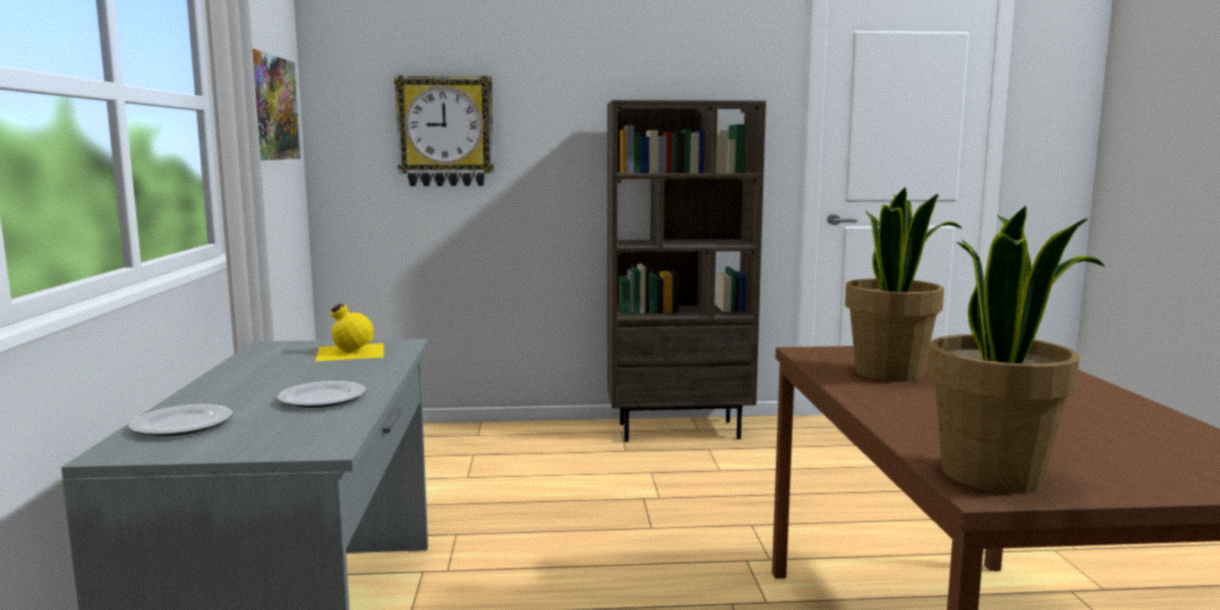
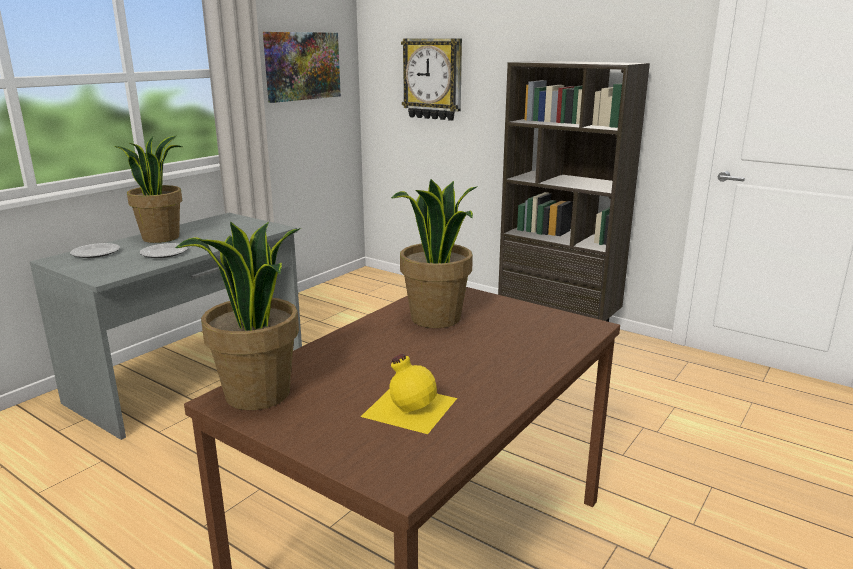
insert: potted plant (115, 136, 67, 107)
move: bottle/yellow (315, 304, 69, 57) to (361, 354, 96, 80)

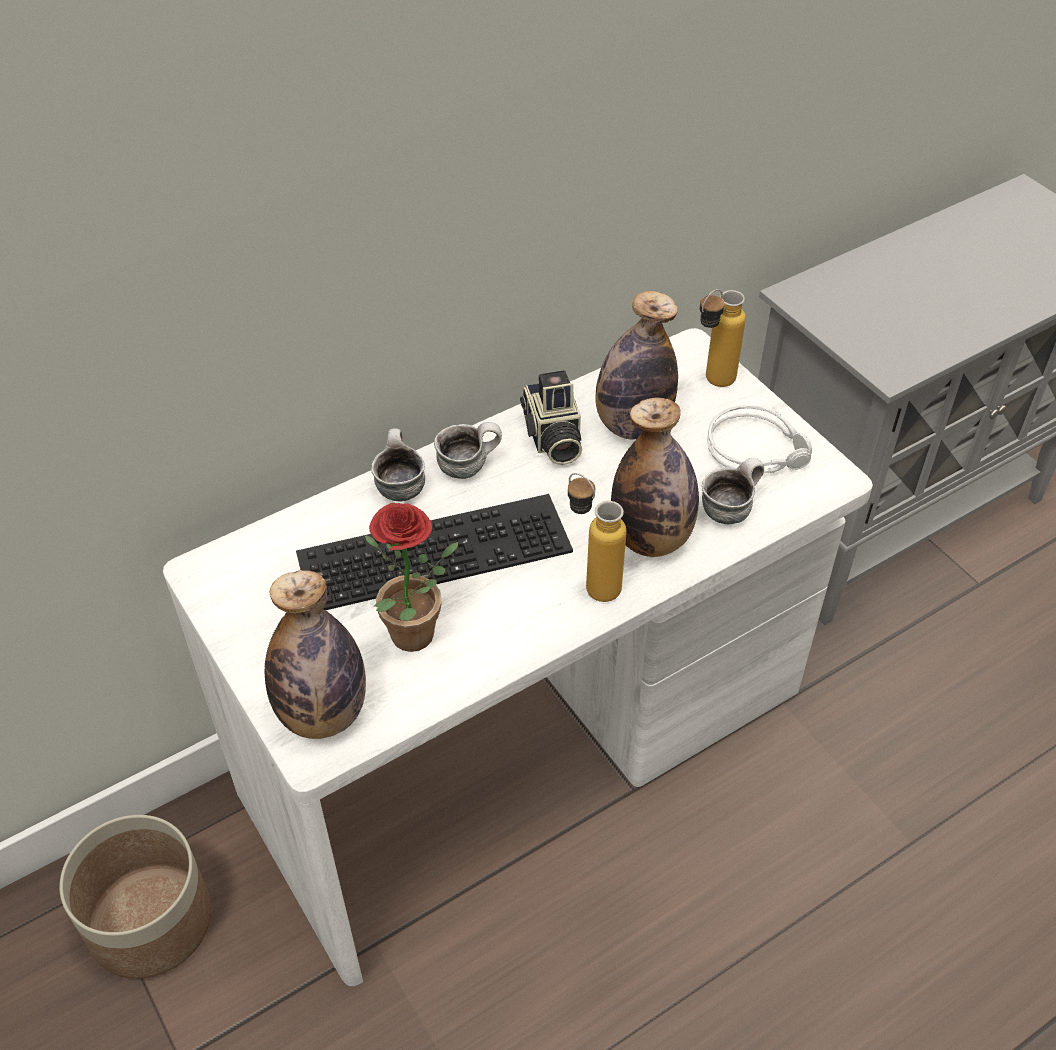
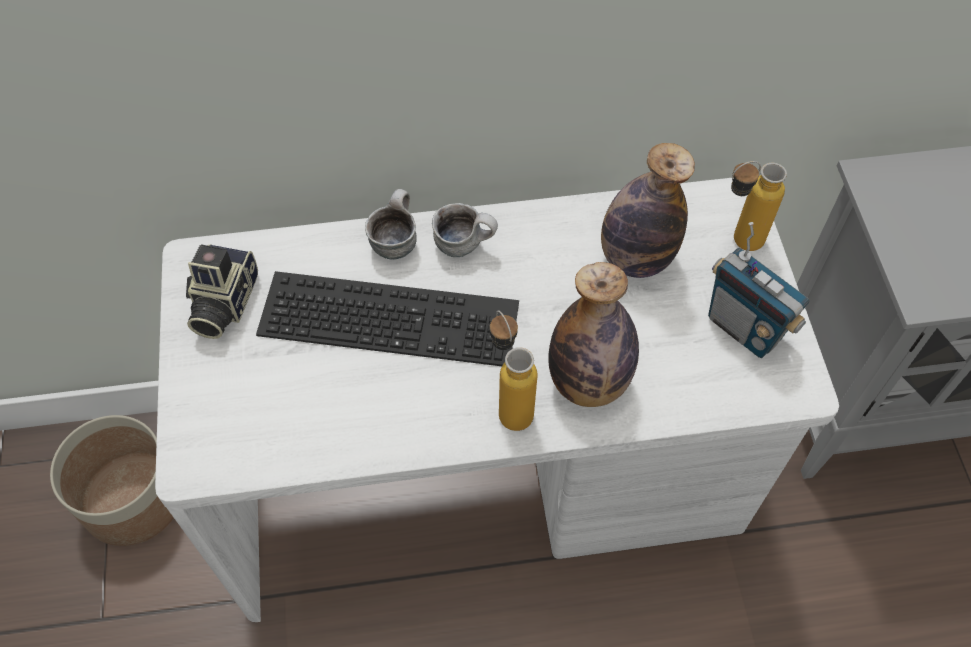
delete: bottle (264, 570, 102, 169); potted plant (364, 503, 94, 149); mug (702, 458, 62, 66)
move: photo camera (520, 370, 62, 95) to (186, 244, 72, 95)
replace: headphones/grey (707, 405, 105, 69) to radio (708, 222, 101, 136)

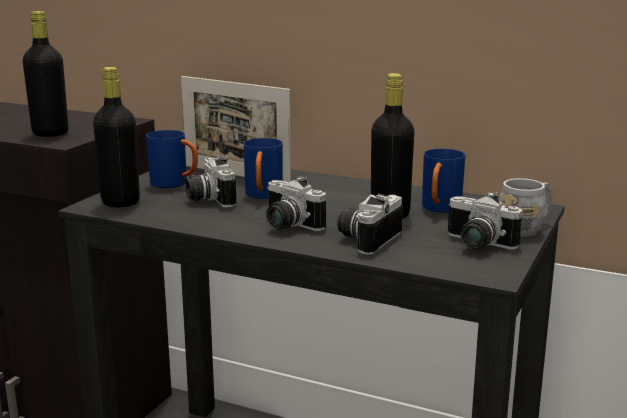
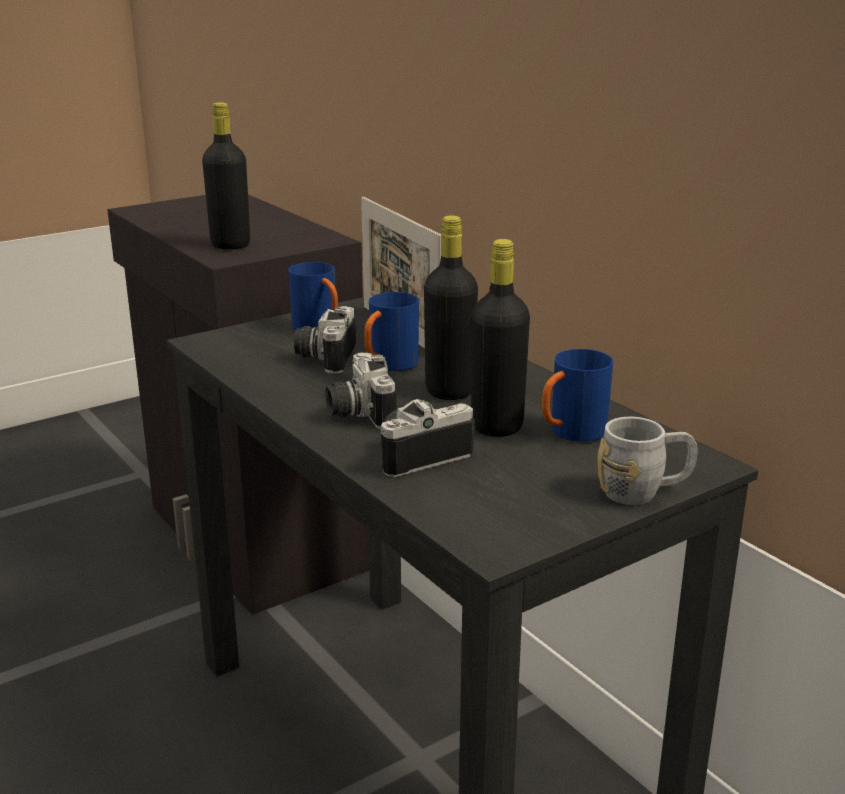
delete: photo camera (448, 191, 75, 59)
move: bottle/black (93, 67, 47, 140) to (424, 215, 54, 185)

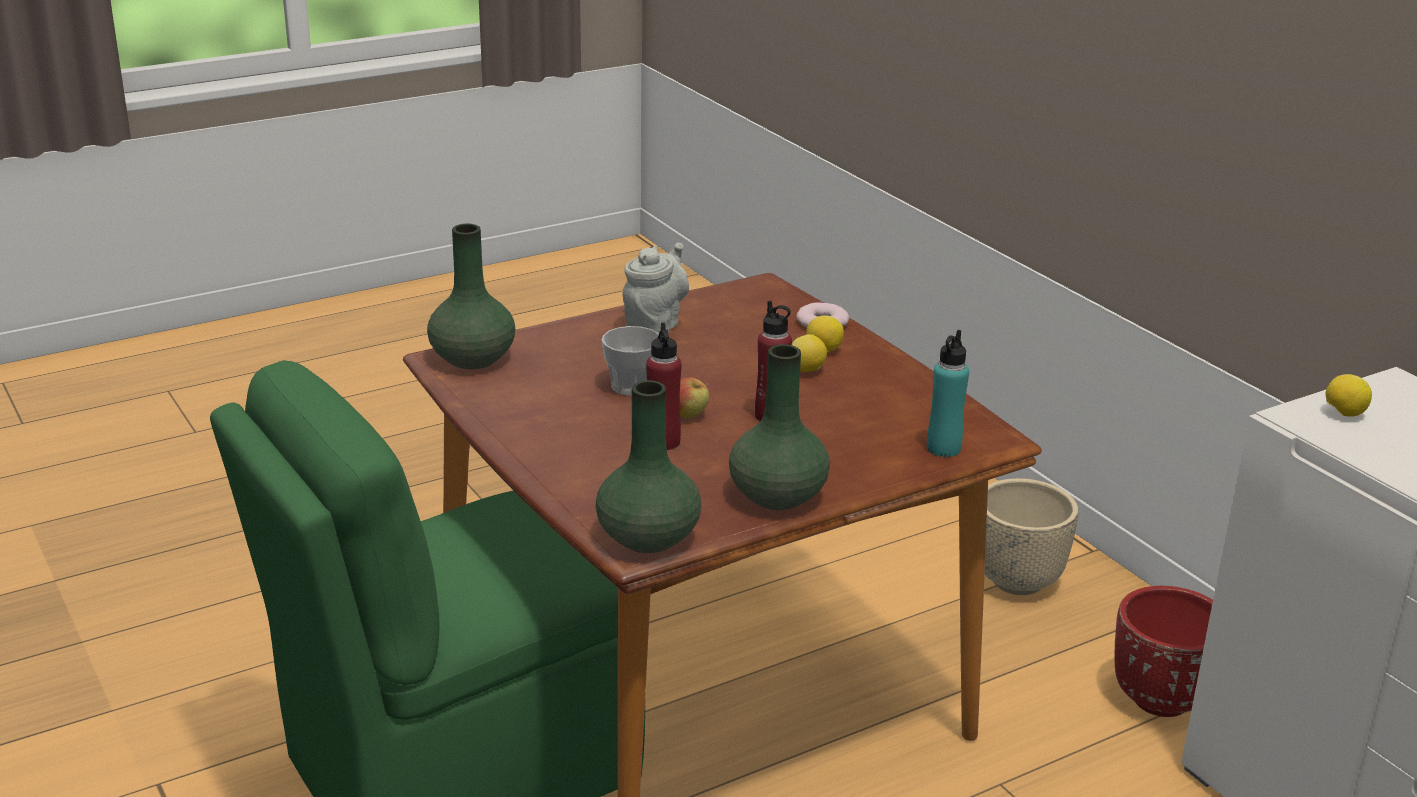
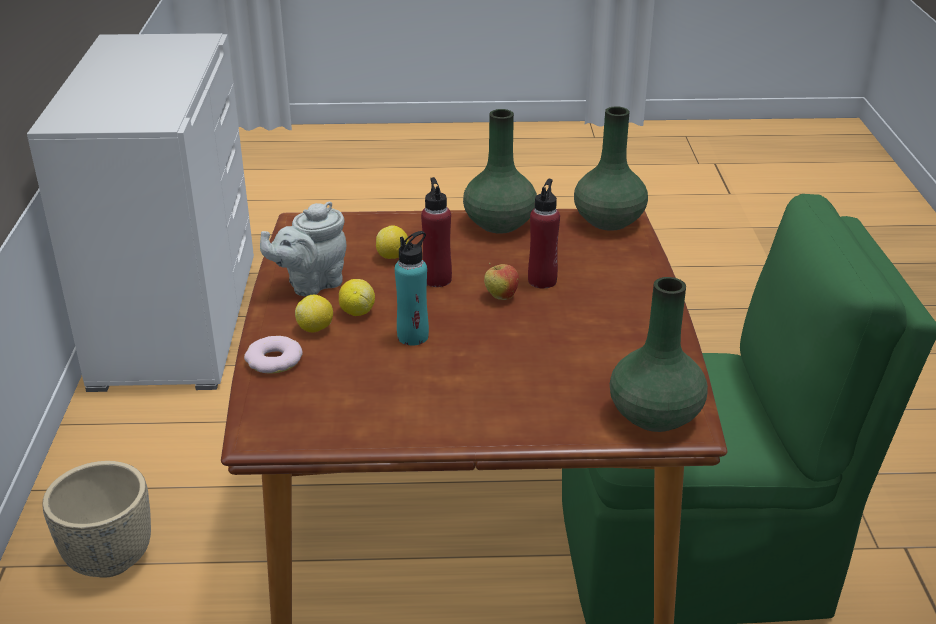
delete: cup (602, 326, 57, 70); planter/red (1114, 586, 99, 131)
move: teapot/grey (622, 243, 67, 91) to (260, 201, 86, 95); lemon (1326, 374, 46, 43) to (376, 225, 33, 34); bottle/turquoise (927, 330, 42, 127) to (395, 231, 34, 115)

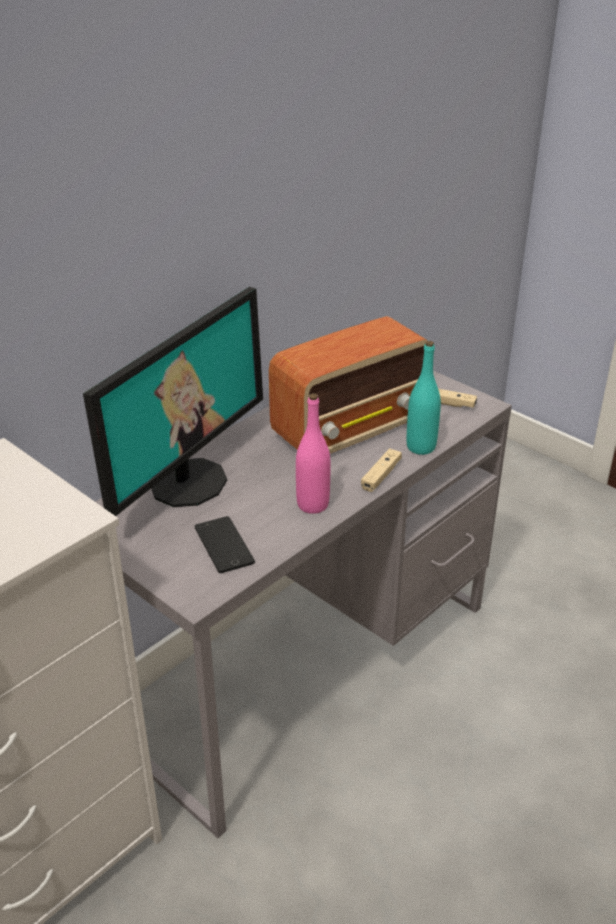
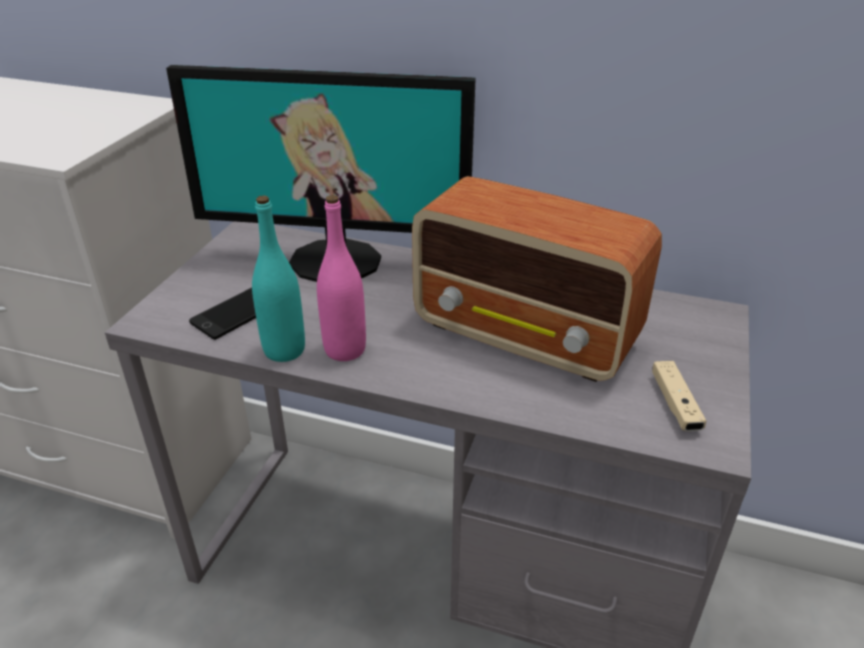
delete: game controller/beige (361, 448, 41, 44)
move: bottle/turquoise (407, 341, 34, 114) to (252, 196, 53, 166)

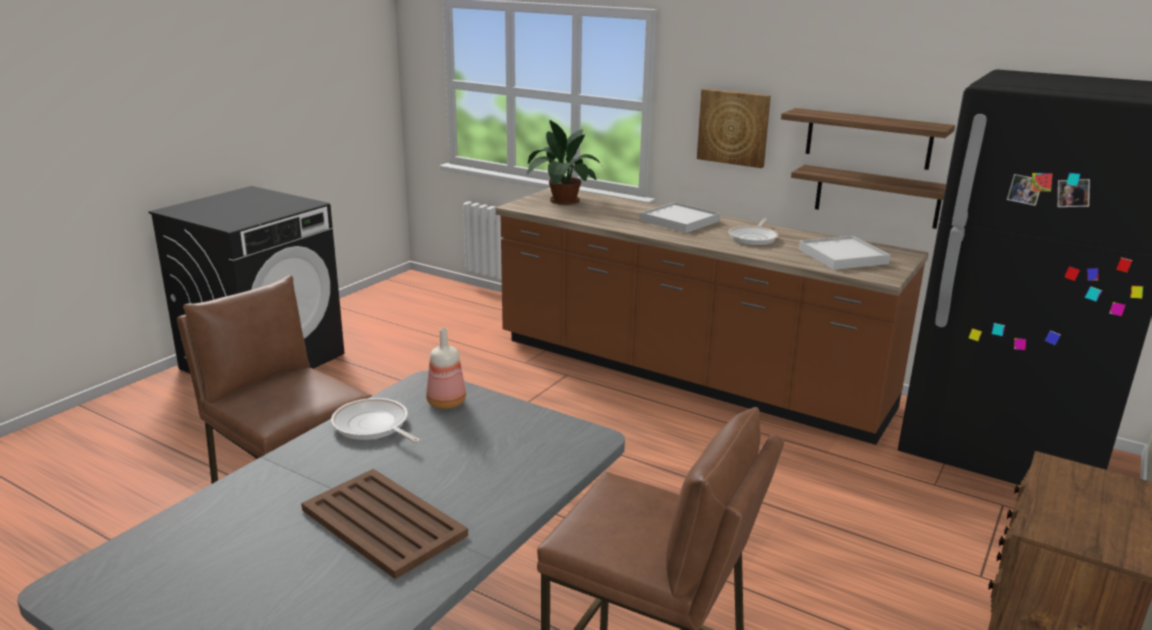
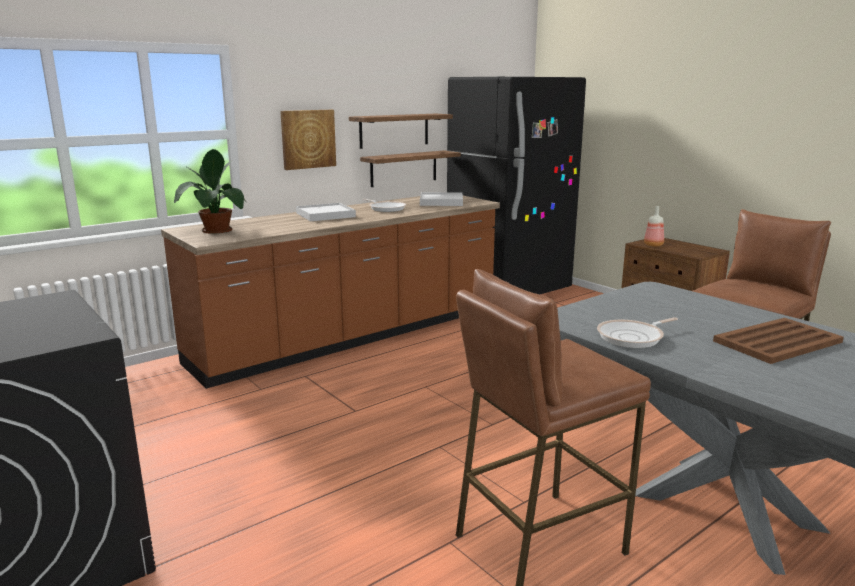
move: bottle (426, 328, 40, 81) to (644, 206, 20, 41)

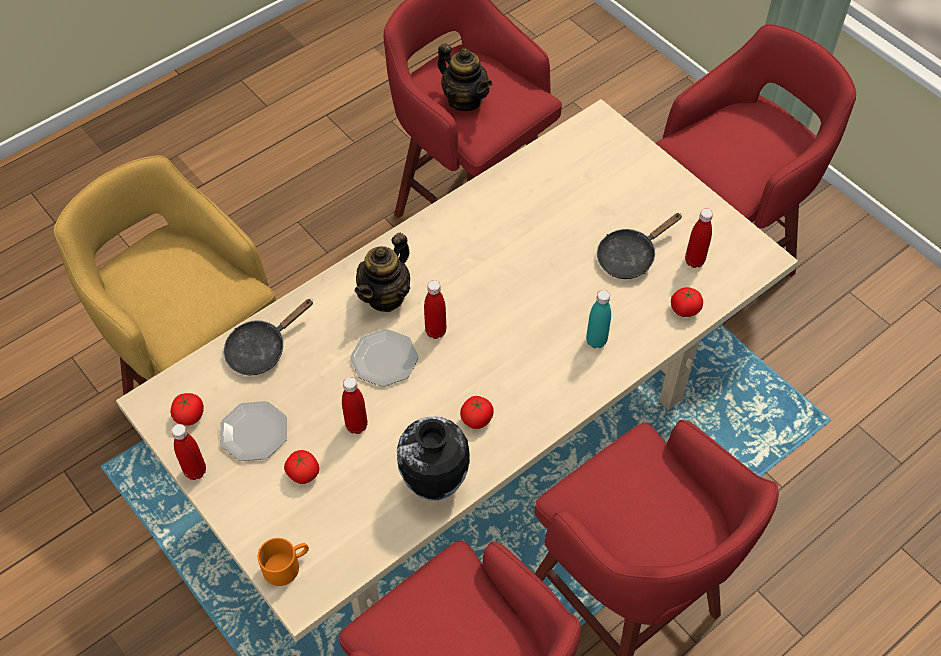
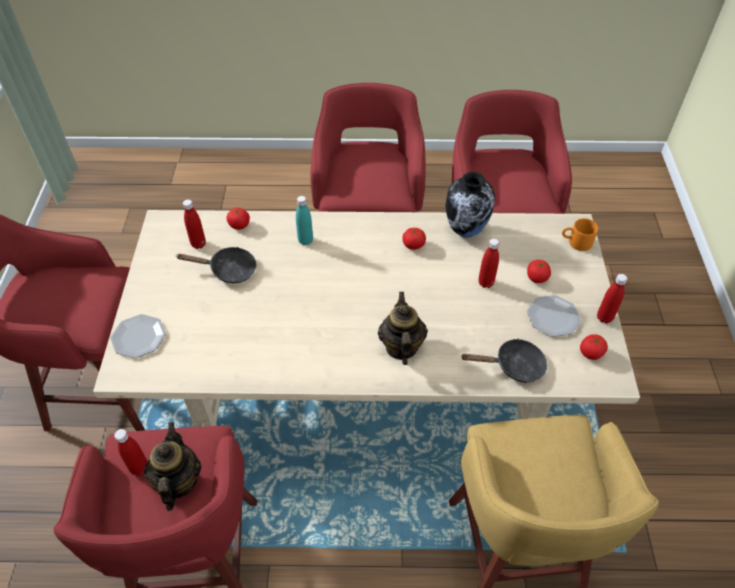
move: plate (350, 329, 68, 58) to (111, 314, 55, 44); bottle/red (424, 280, 22, 59) to (114, 429, 34, 47)
rotate: teapot (355, 233, 55, 79) = (378, 292, 50, 73) 75 degrees counterclockwise

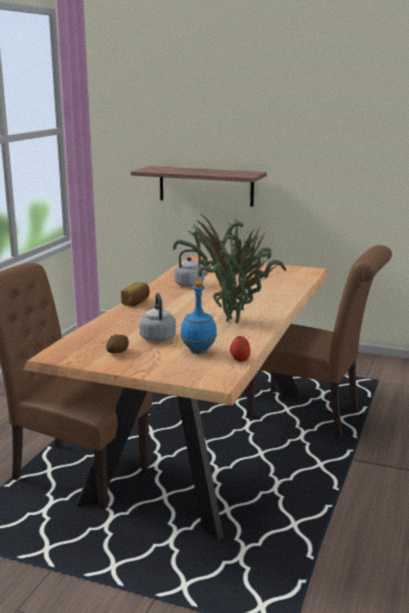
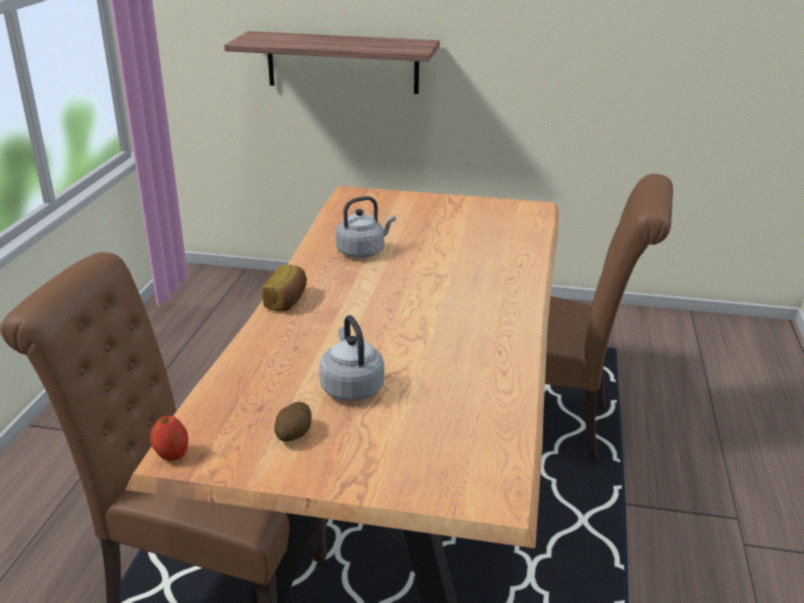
delete: potted plant (173, 216, 113, 107); bottle/blue (180, 281, 37, 73)
move: apple (230, 336, 20, 26) to (150, 416, 38, 45)

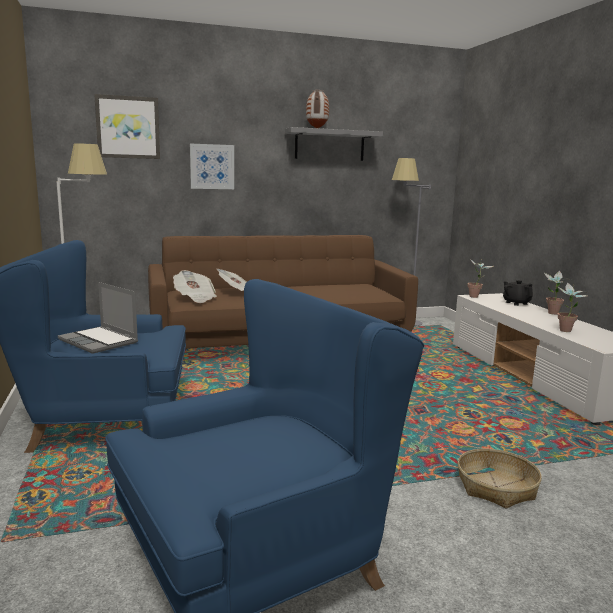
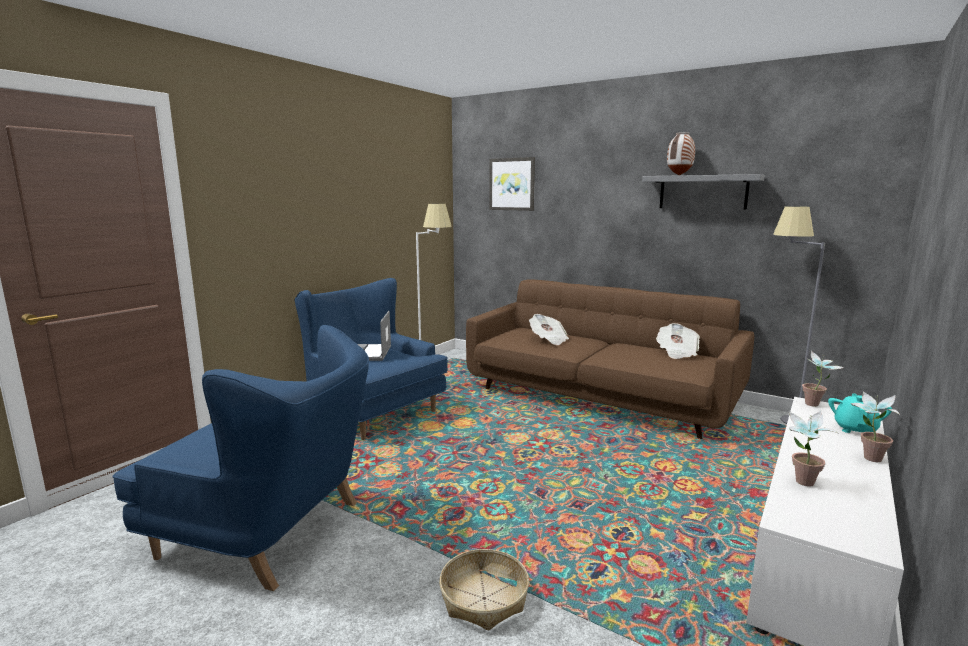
delete: picture (190, 143, 44, 46)
move: newspaper (173, 270, 44, 33) to (656, 323, 44, 36)
recolor: teapot/black (503, 280, 30, 26) to teapot/turquoise (828, 393, 64, 40)

